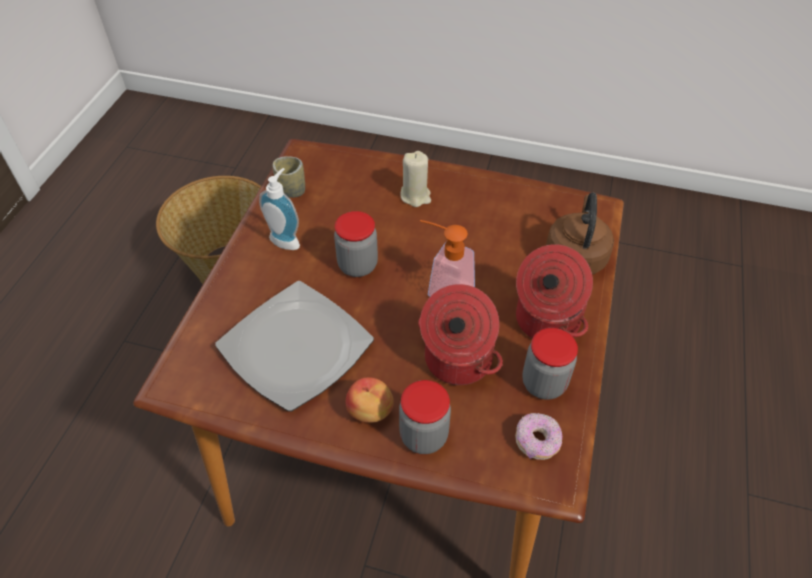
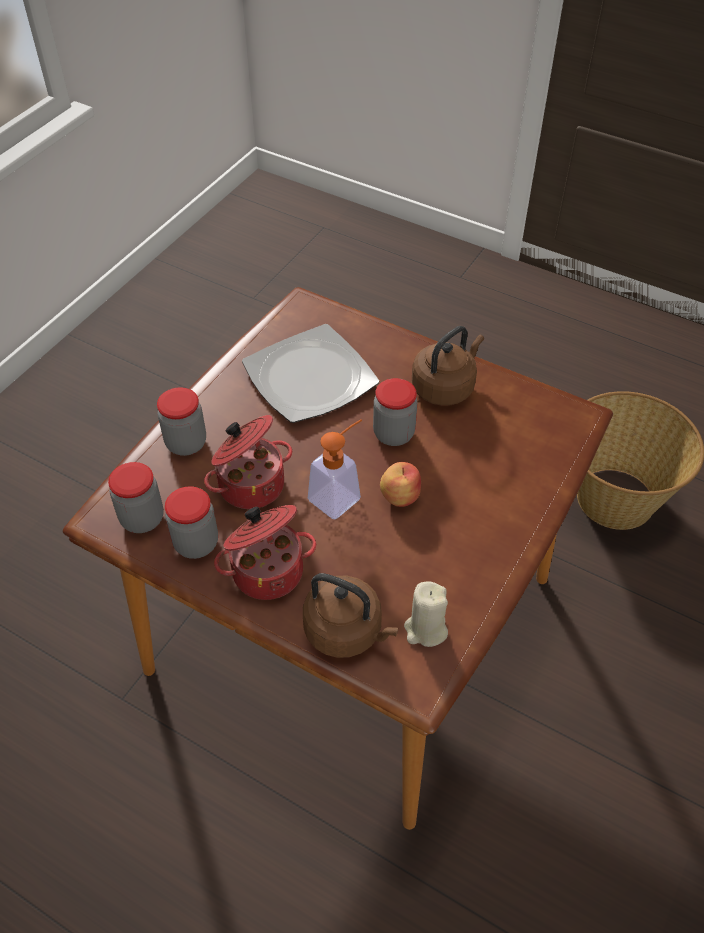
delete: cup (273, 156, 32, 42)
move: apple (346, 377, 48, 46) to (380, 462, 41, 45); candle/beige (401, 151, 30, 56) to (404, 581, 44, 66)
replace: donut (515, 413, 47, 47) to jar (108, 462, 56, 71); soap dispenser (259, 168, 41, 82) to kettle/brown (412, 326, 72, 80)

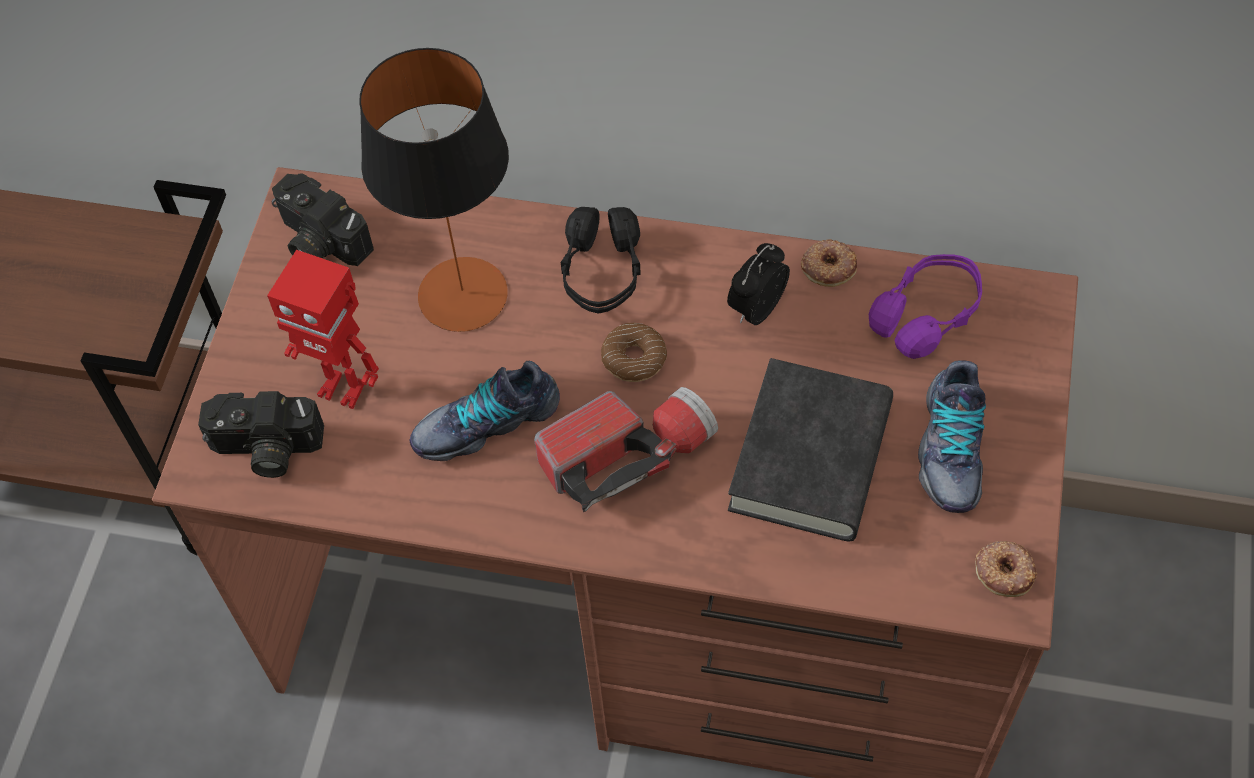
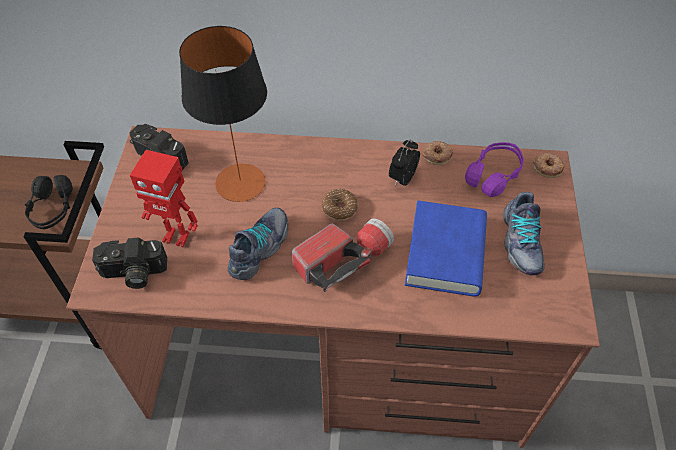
move: headphones/black (561, 207, 80, 107) to (25, 175, 48, 54); donut (975, 541, 62, 56) to (533, 153, 32, 25)
recolor: book/black (728, 358, 165, 184) to book/blue (405, 200, 82, 97)
rotate: shoe (410, 361, 150, 100) = (227, 208, 61, 72) 150 degrees clockwise

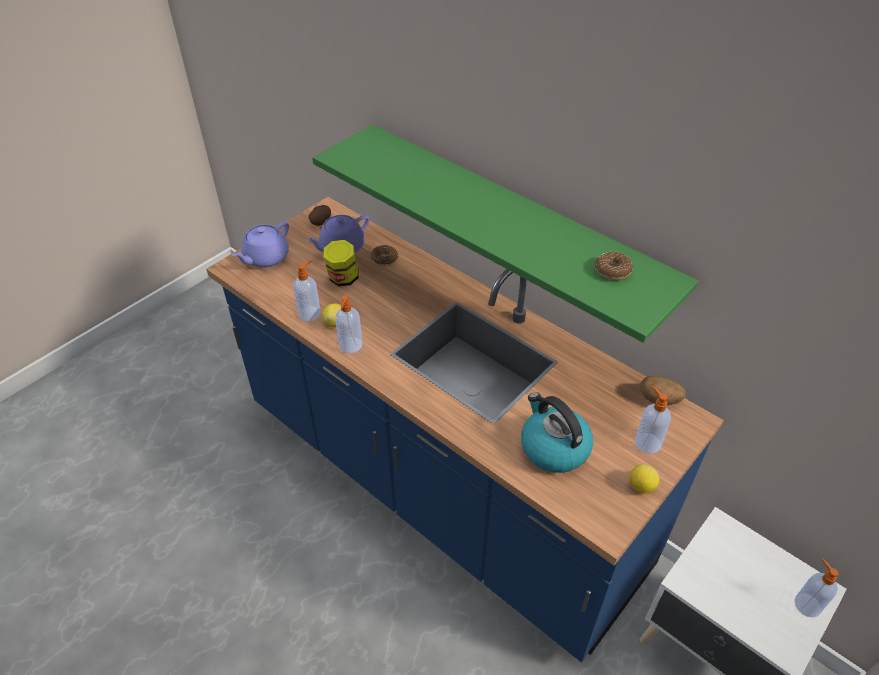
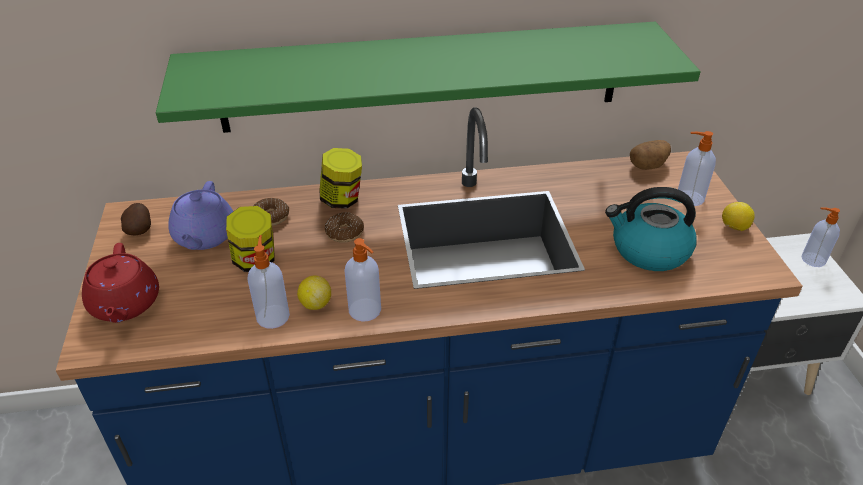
insert: jar (319, 148, 43, 61)
move: donut (595, 252, 38, 28) to (325, 212, 39, 31)
recolor: teapot/purple (232, 222, 57, 46) to teapot/red (82, 243, 77, 80)

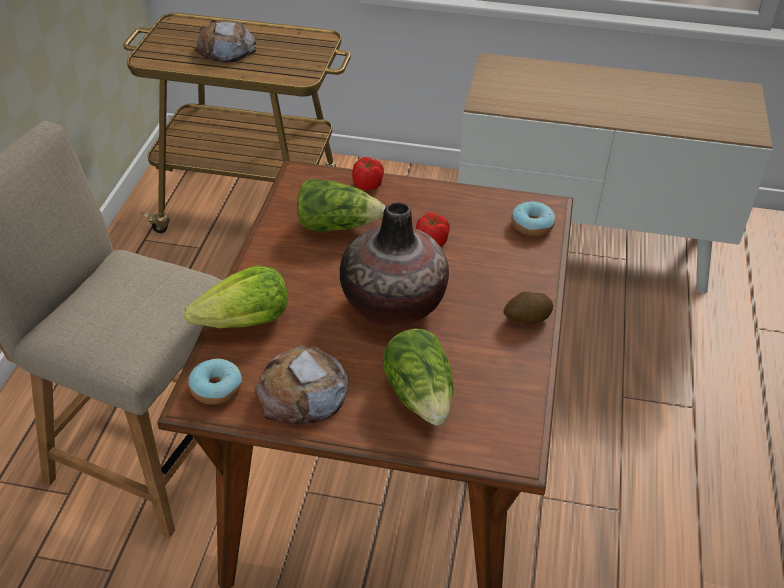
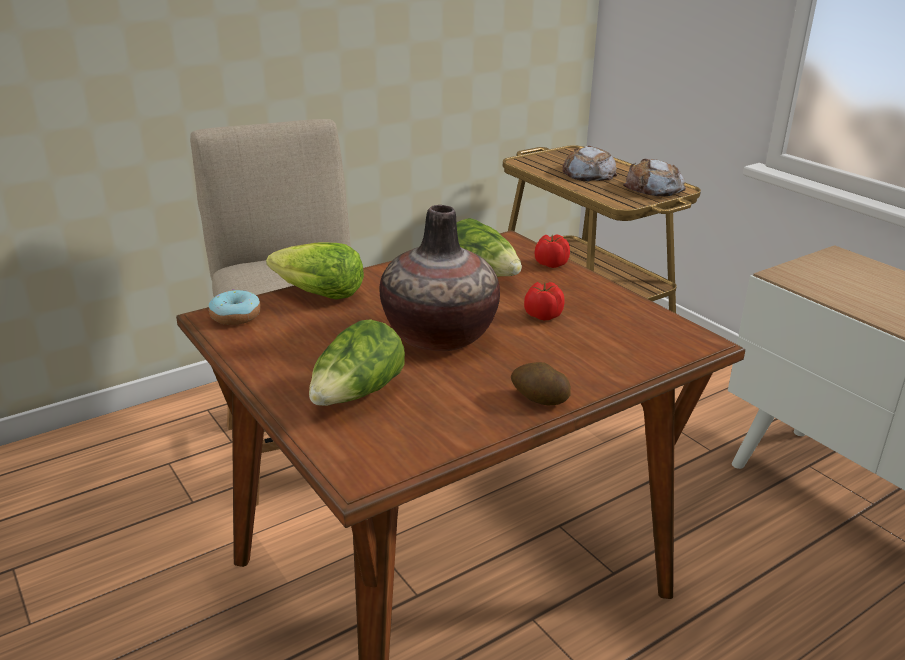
delete: donut (511, 201, 44, 35)
move: bread (254, 345, 95, 80) to (623, 159, 63, 37)

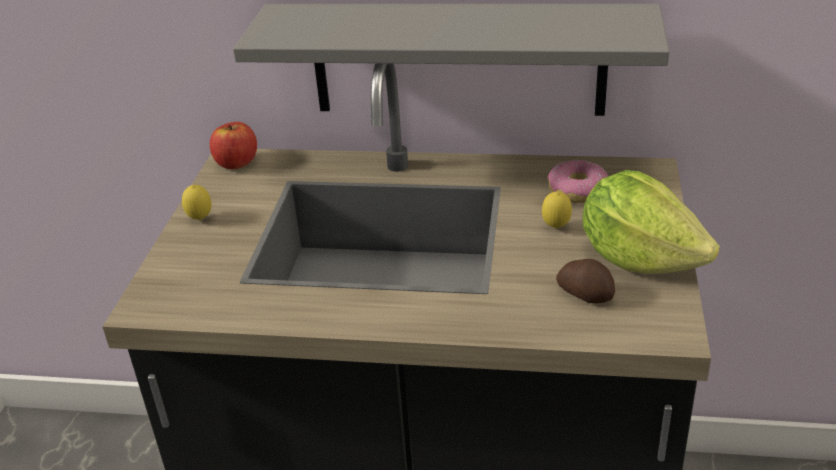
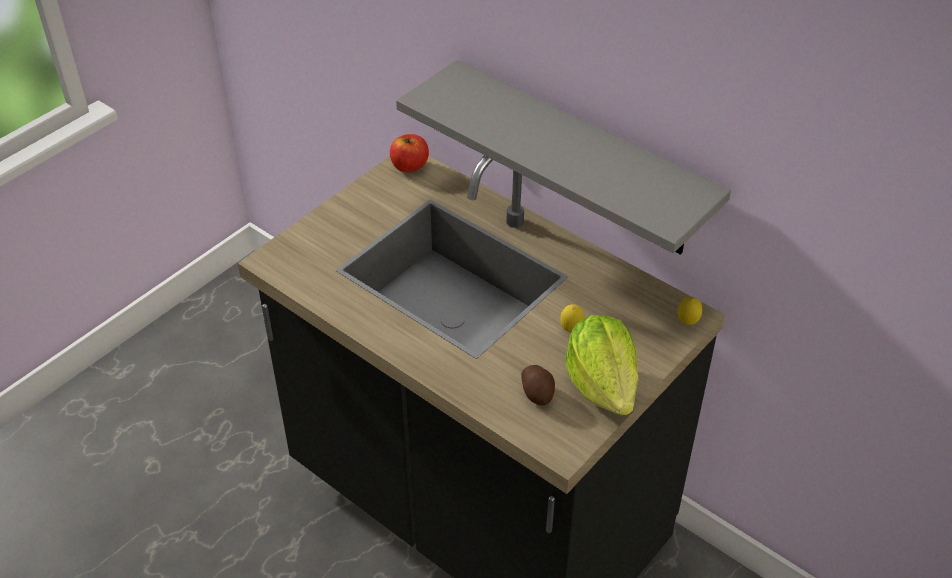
delete: donut (547, 160, 61, 43)
move: lemon (182, 185, 30, 35) to (678, 297, 24, 28)

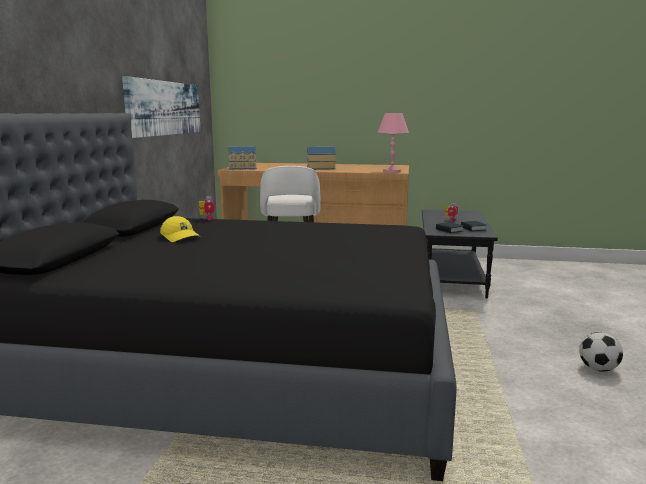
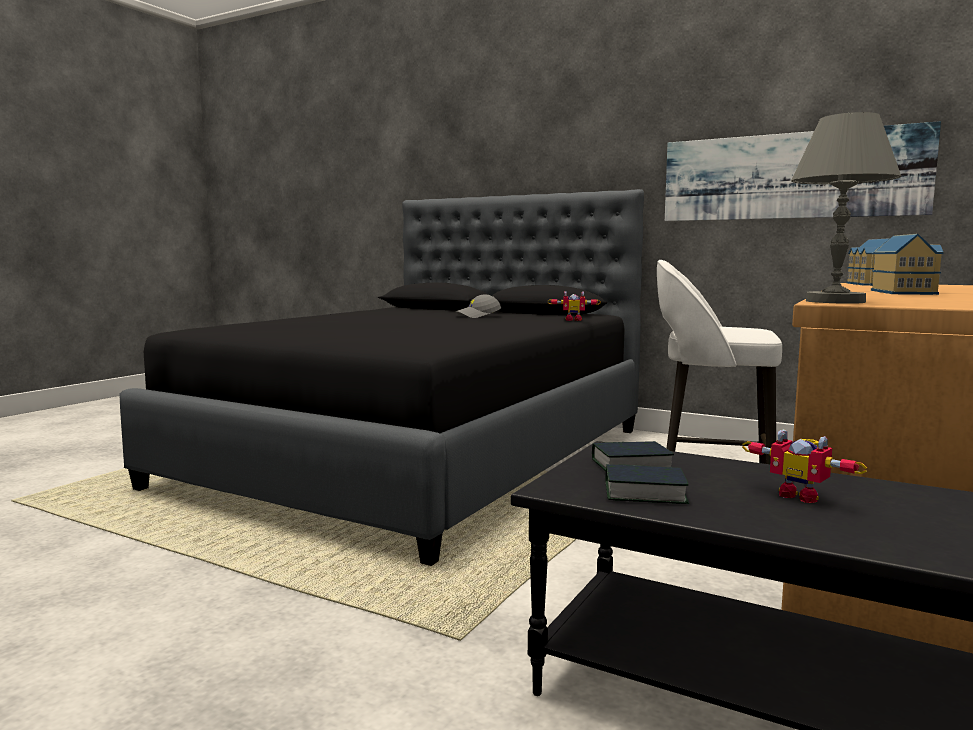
delete: football (579, 332, 44, 40)
recolor: cap/yellow (160, 216, 41, 26) to cap/grey (455, 294, 46, 24); table lamp/pink (377, 113, 32, 60) to table lamp/grey (791, 112, 110, 192)

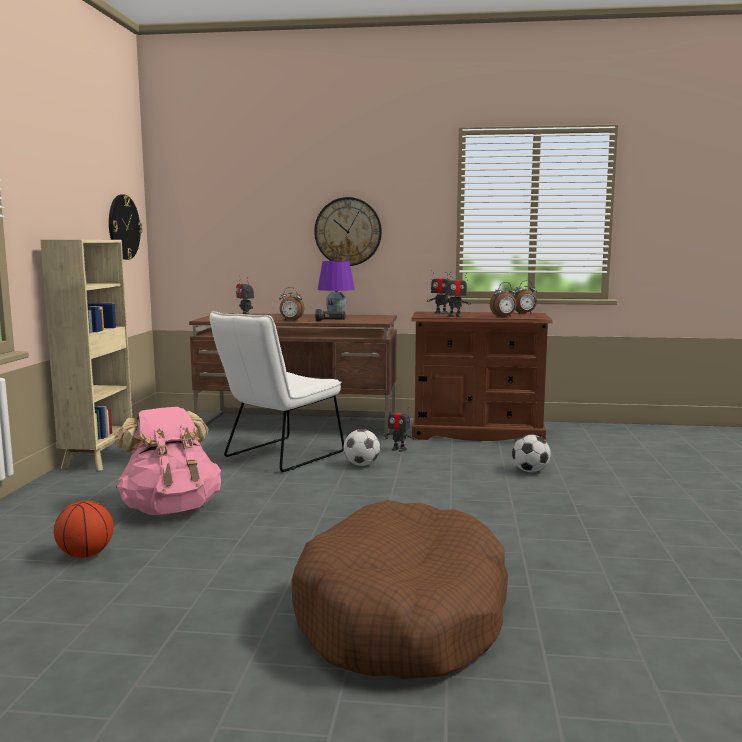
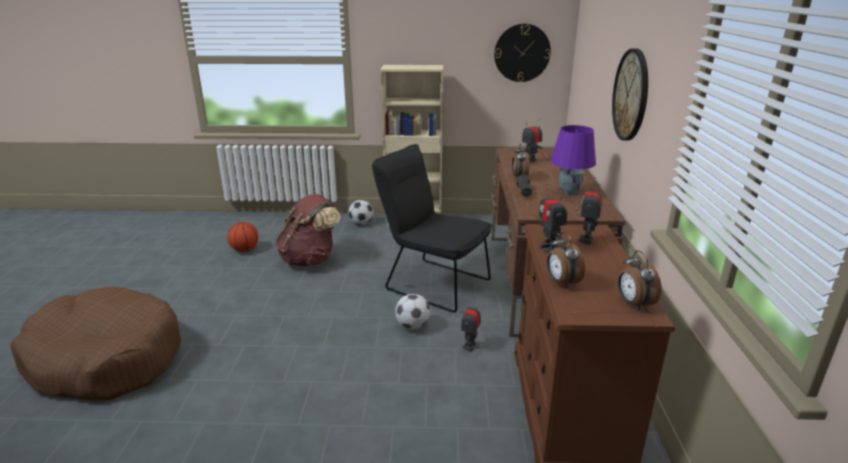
move: football (512, 435, 39, 37) to (348, 200, 25, 25)
recolor: backpack/pink (114, 407, 107, 108) to backpack/brown (275, 194, 66, 73); chair/white (210, 311, 134, 161) to chair/black (372, 144, 120, 169)

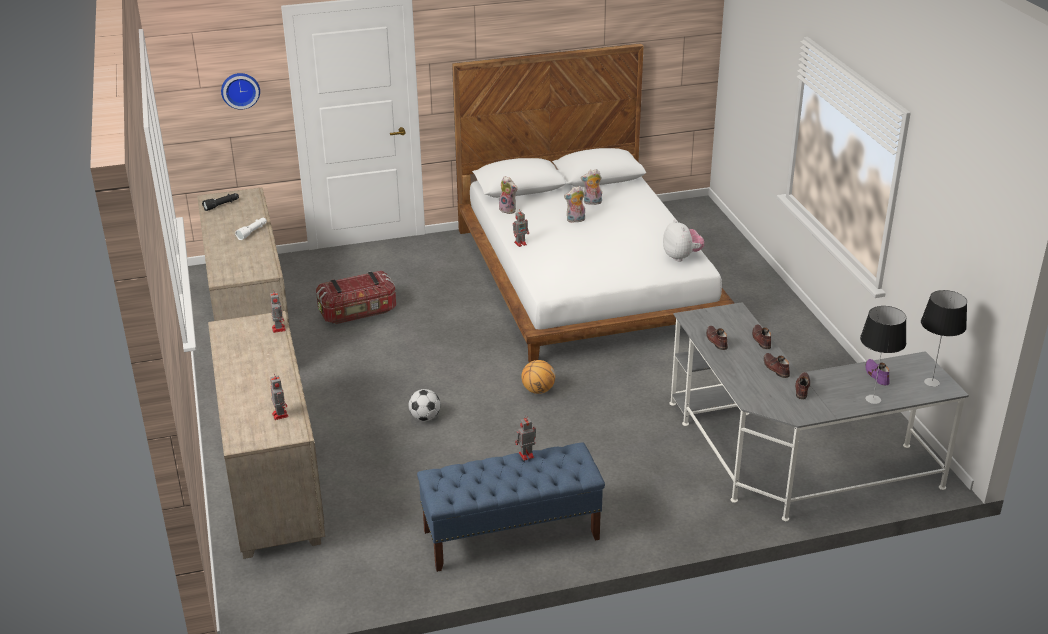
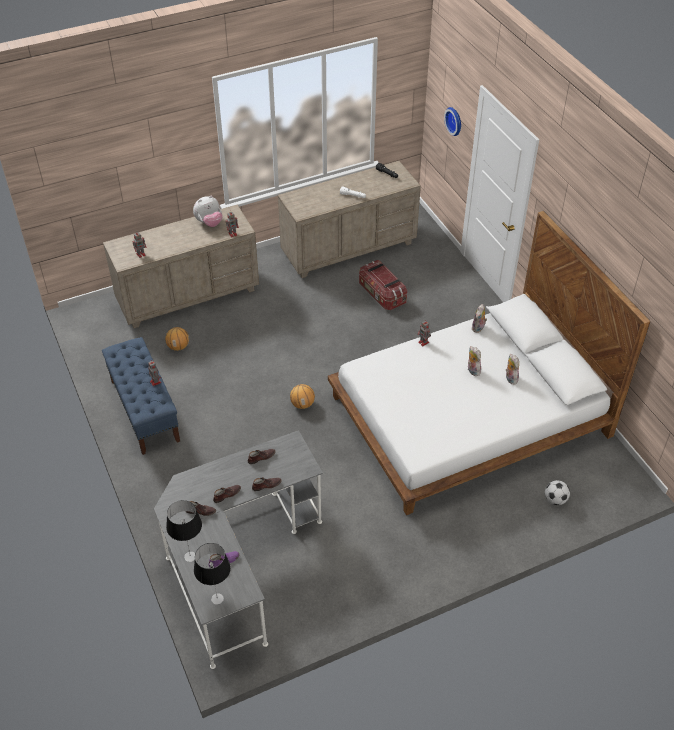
insert: basketball (165, 327, 24, 24)
move: plush toy (663, 219, 41, 43) to (193, 196, 29, 31); football (408, 389, 32, 32) to (545, 480, 25, 25)

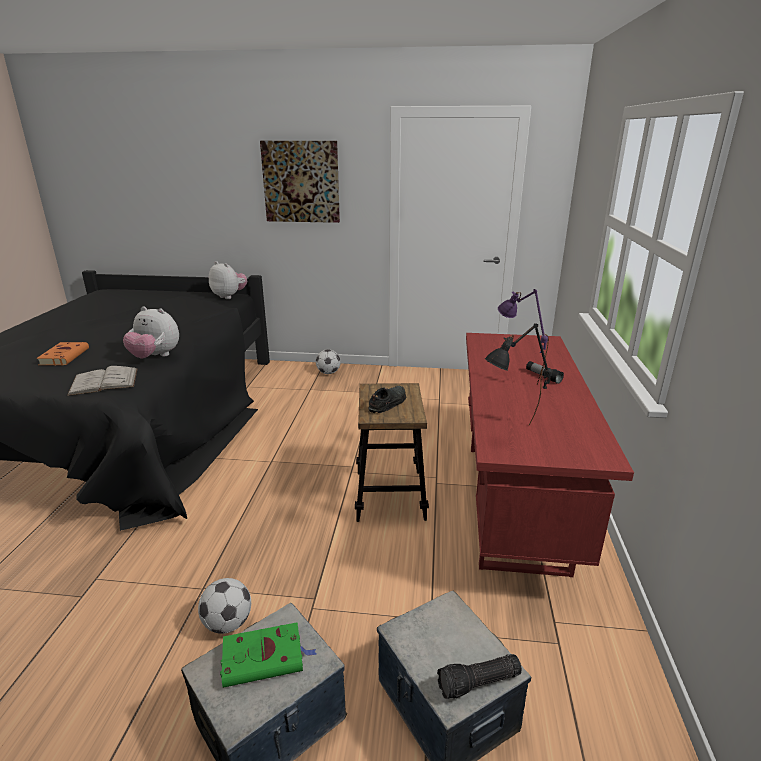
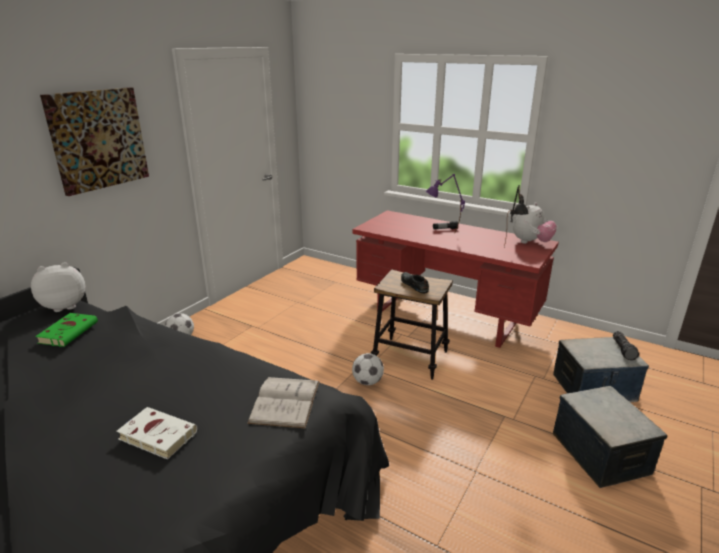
move: book/green (220, 622, 96, 66) to (35, 313, 63, 34); football (198, 578, 53, 56) to (352, 353, 32, 32); plush toy (123, 306, 56, 52) to (513, 202, 44, 42)
recolor: book/orange (36, 342, 53, 24) to book/white (116, 407, 81, 53)

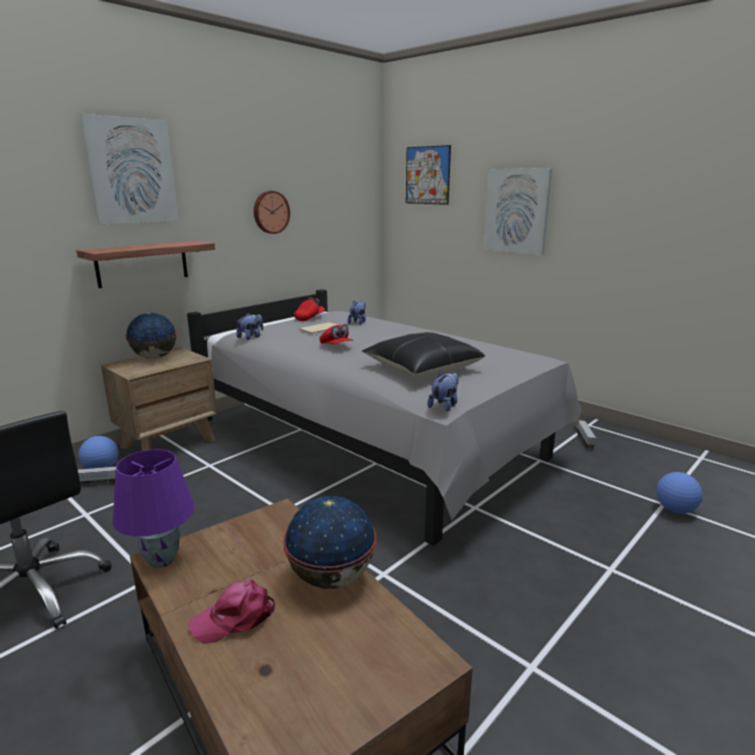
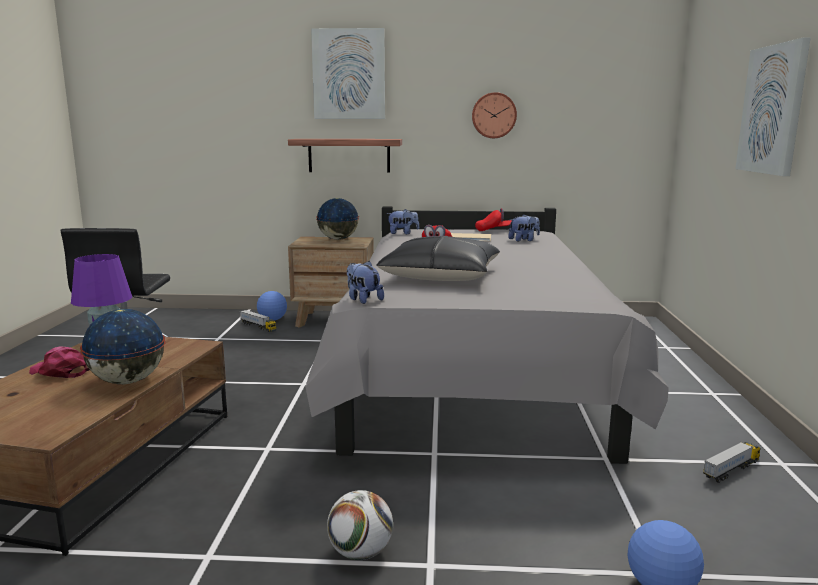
delete: picture (406, 145, 45, 60)
insert: football (327, 490, 66, 70)
rotate: plush toy (427, 372, 32, 40) = (347, 261, 37, 43) 120 degrees counterclockwise

